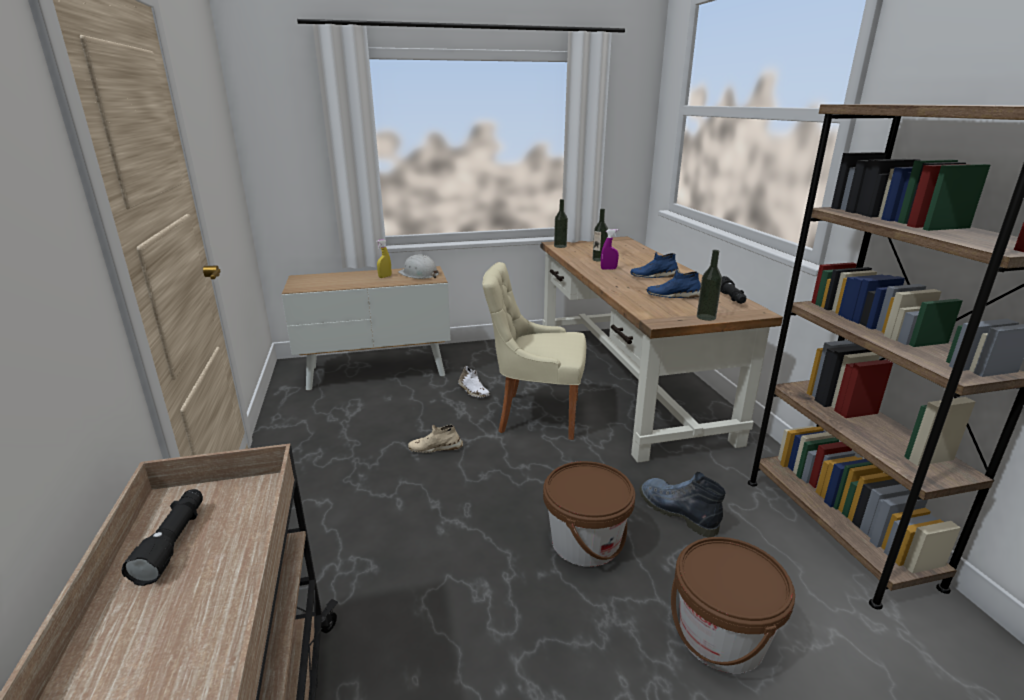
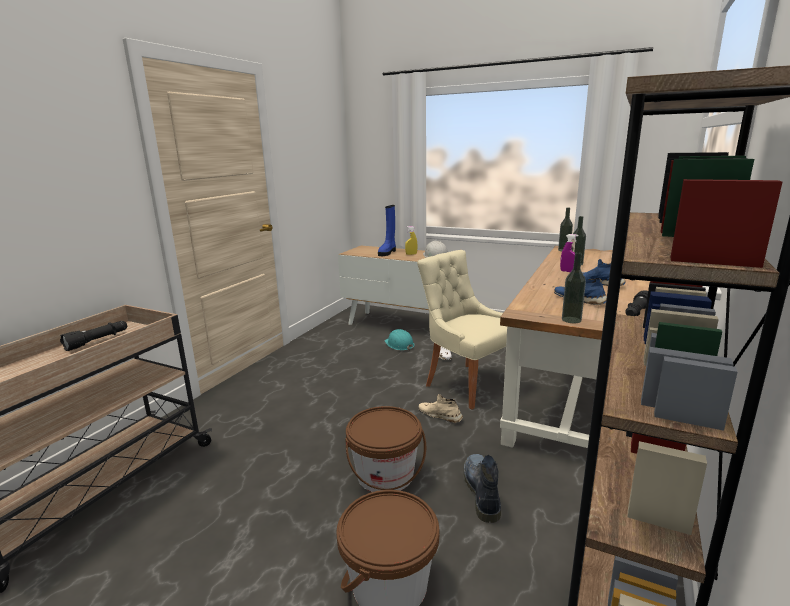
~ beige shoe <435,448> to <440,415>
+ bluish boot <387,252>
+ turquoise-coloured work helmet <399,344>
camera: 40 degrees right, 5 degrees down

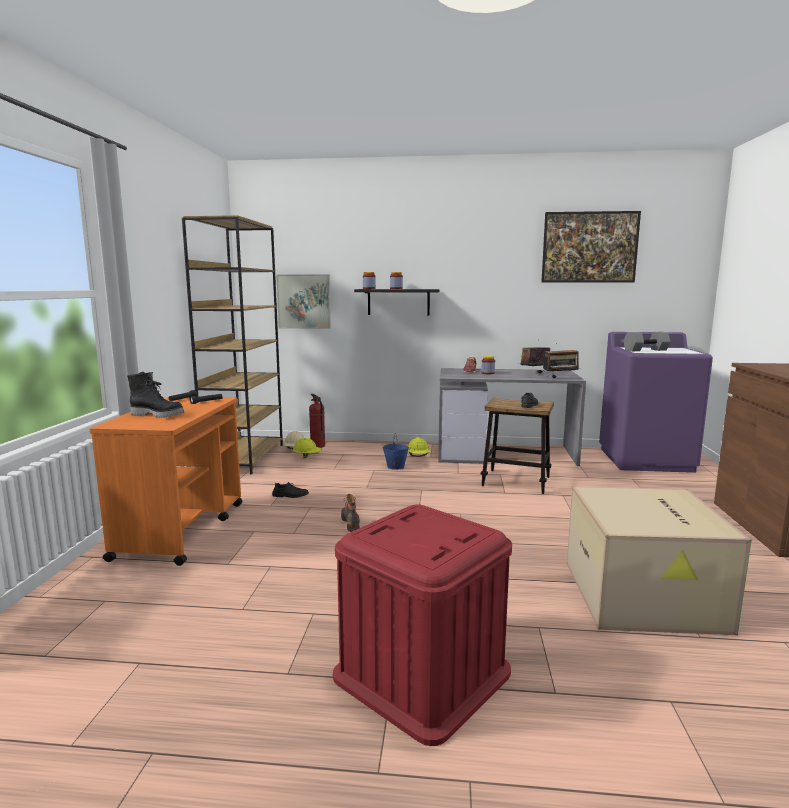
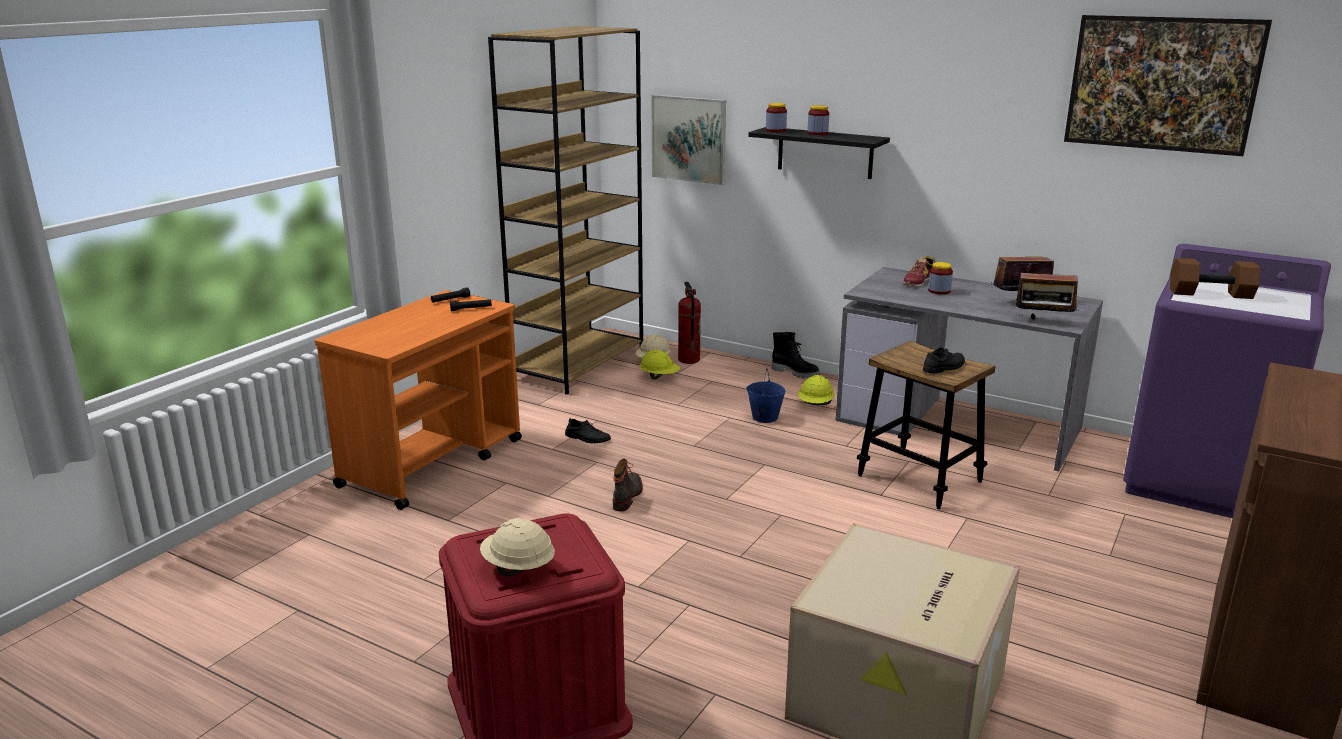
~ gray dumbbell <645,350> to brown-coloured dumbbell <1211,293>
~ black-coloured boot <158,415> to <795,373>
+ beige work helmet <518,568>
camera: 25 degrees right, 10 degrees up

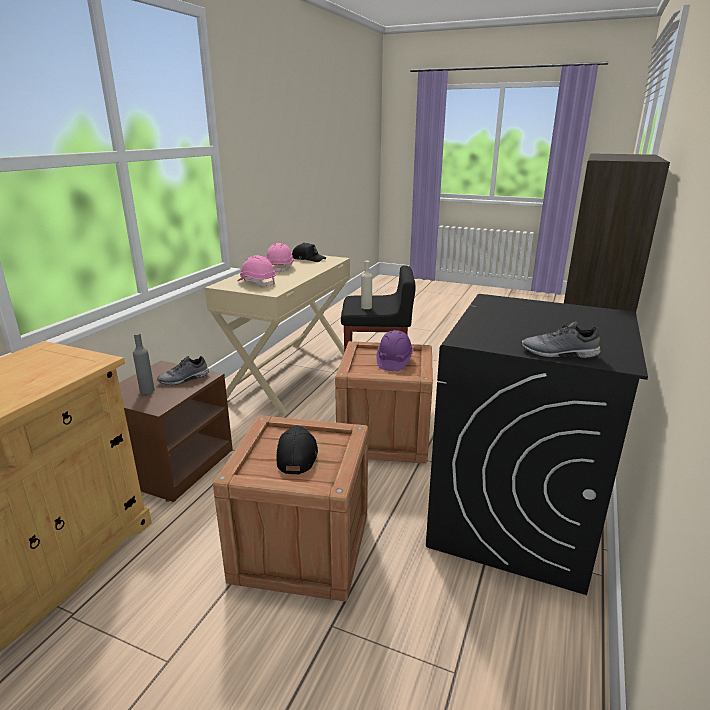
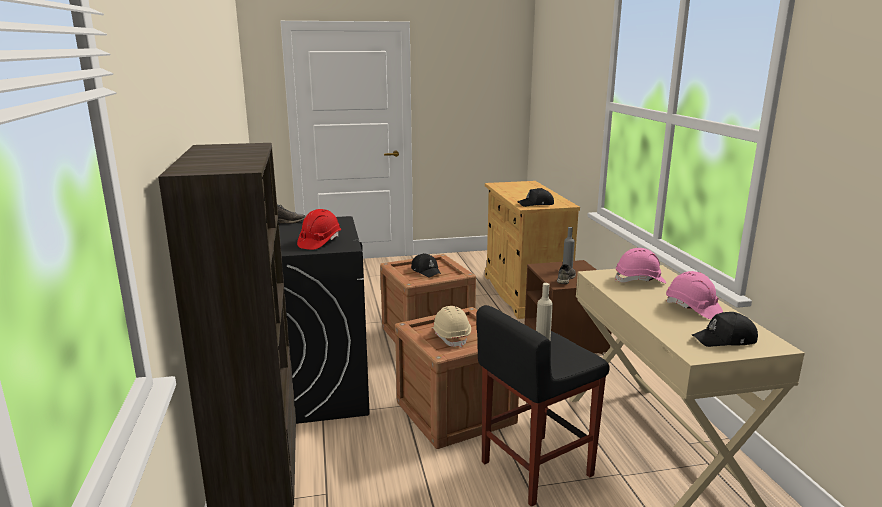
~ purplish work helmet <394,361> to beige work helmet <450,337>
+ black-coloured baseball cap <536,204>
+ red-coloured work helmet <319,242>
camera: 145 degrees right, 5 degrees down

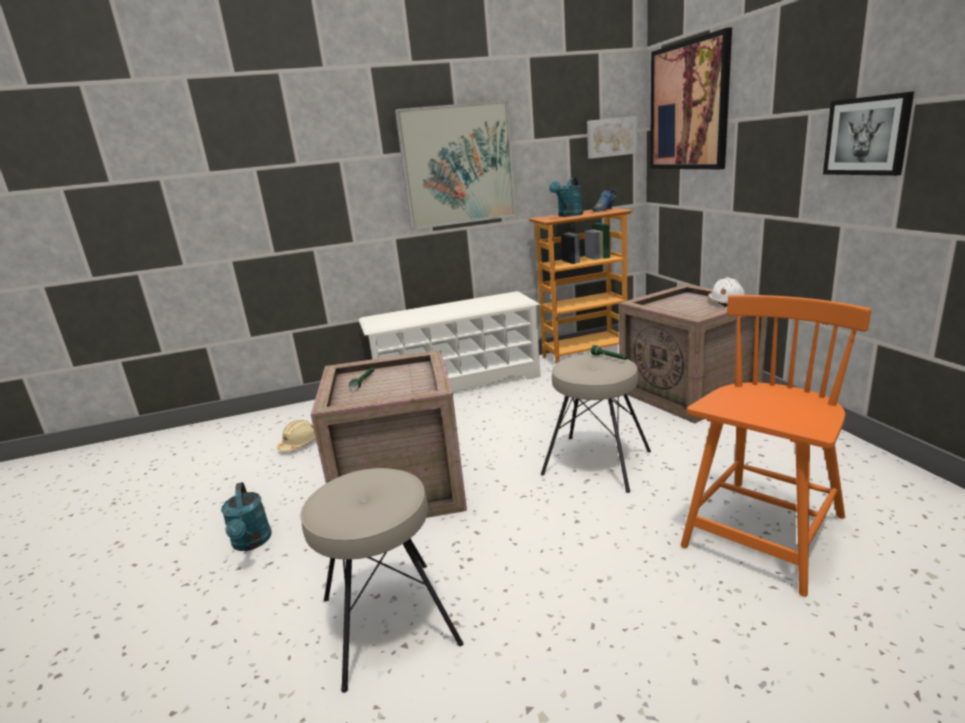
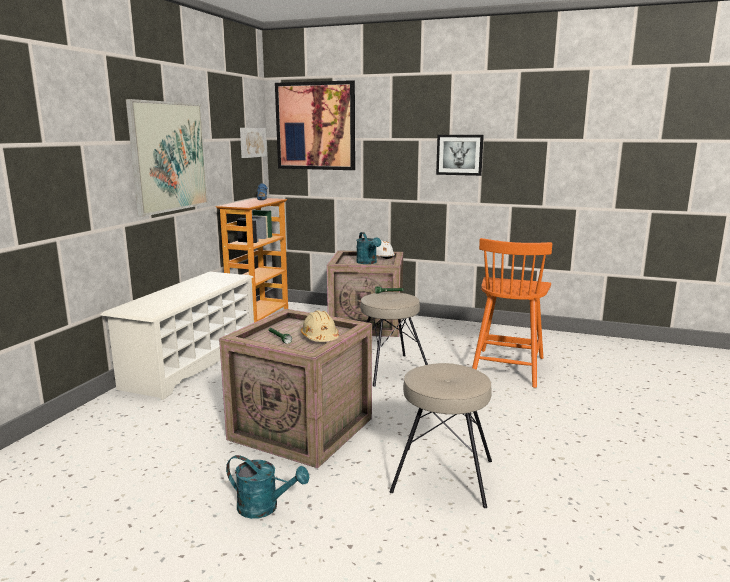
~ turquoise-coloured watering pot <568,215> to <368,262>
~ orange-coloured plain chair <764,534> = <507,367> 150 degrees counterclockwise
~ beige work helmet <299,444> to <320,337>
camera: 55 degrees left, 5 degrees down

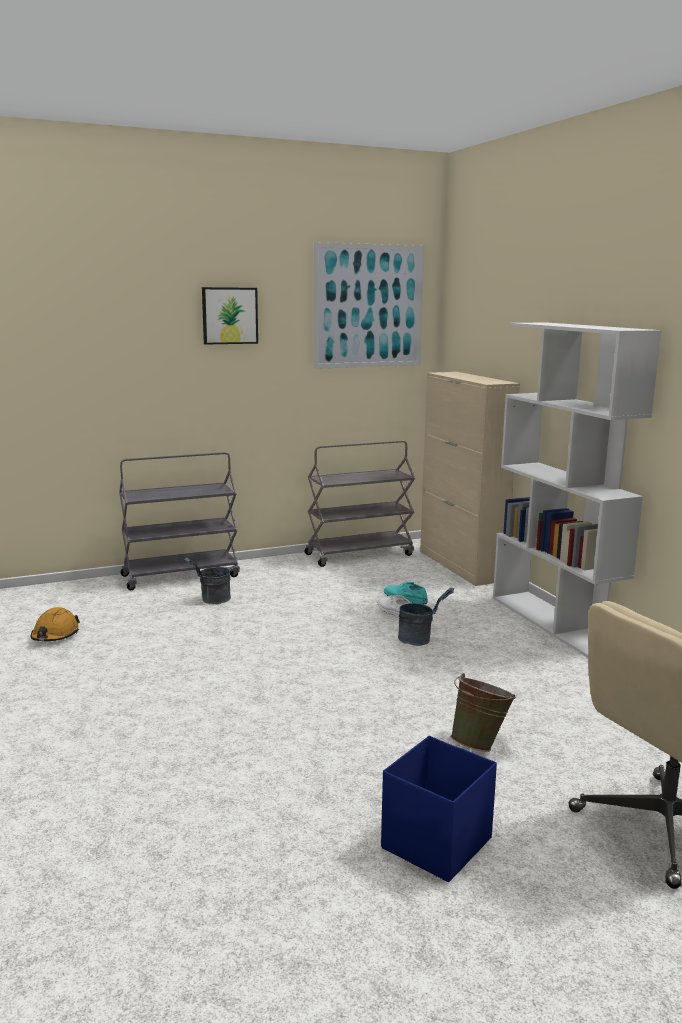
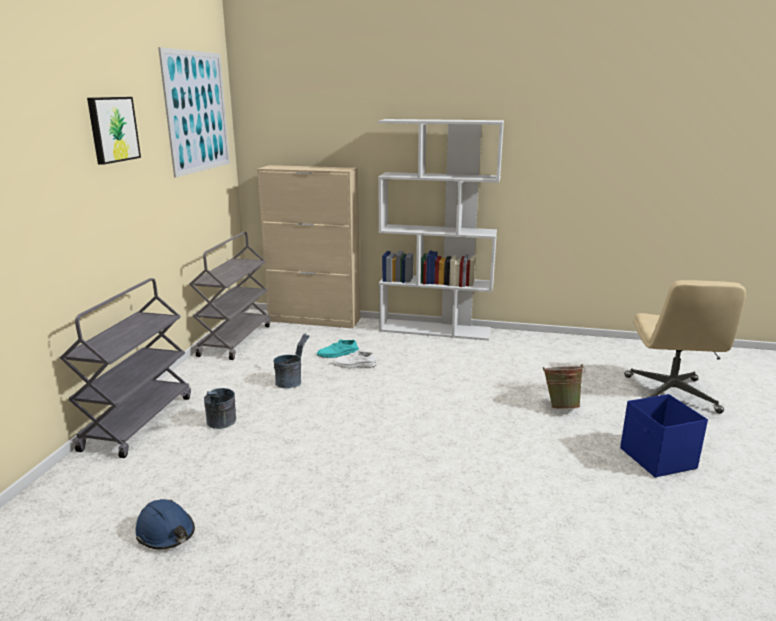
~ gray pail <420,639> to <292,381>
~ orange-coloured work helmet <55,635> to bluish work helmet <166,533>
camera: 55 degrees left, 5 degrees up

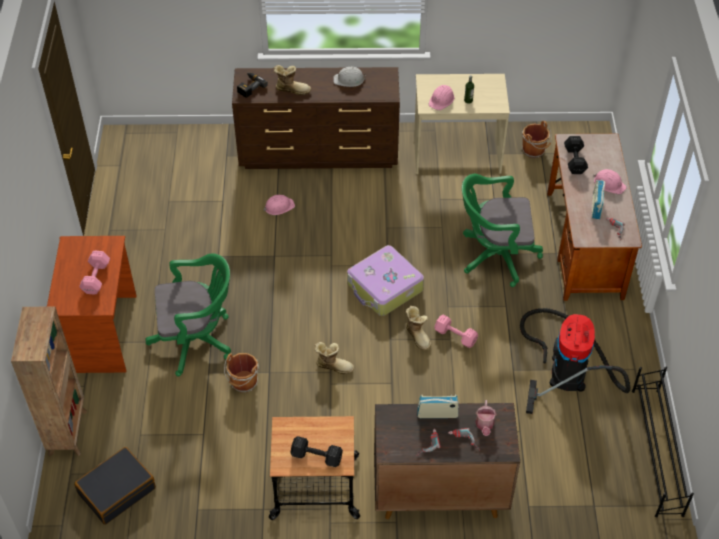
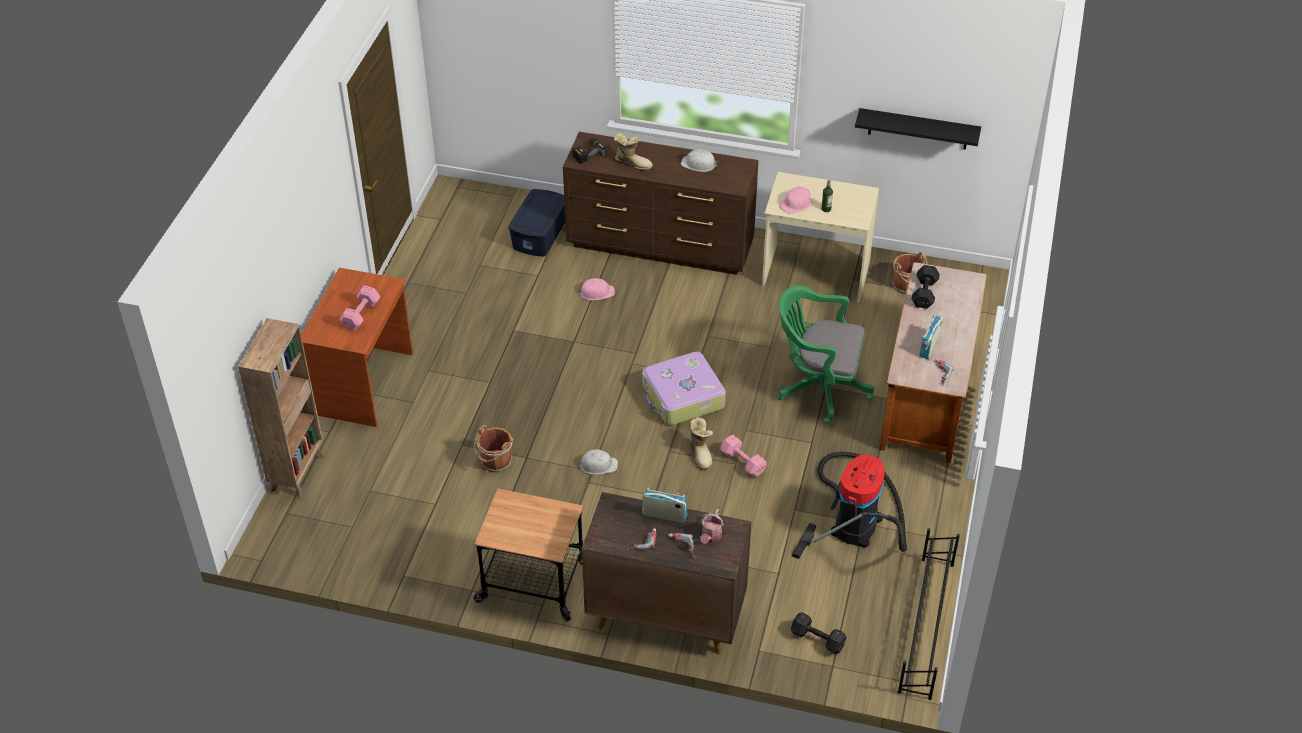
- pink work helmet <609,184>
- green desk chair <197,340>
~ boot <334,365> to white work helmet <598,465>
~ black-coloured dumbbell <317,457> to <818,640>
- black-coloured suitcase <116,490>
+ black-coloured bracket shelf <918,129>
+ bluish storage bin <540,234>
camera: 15 degrees right, 5 degrees down

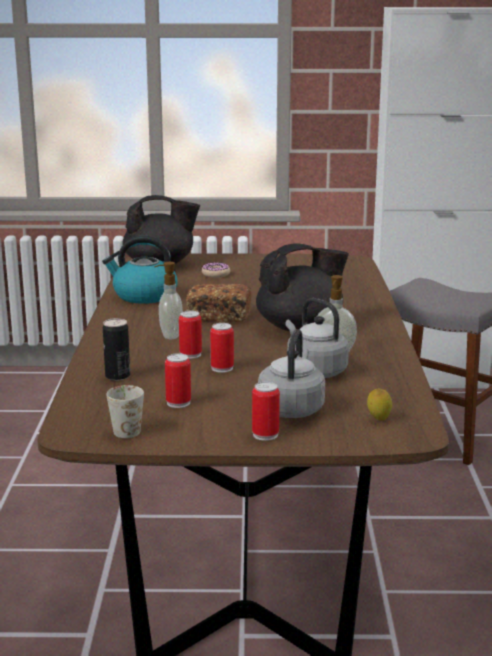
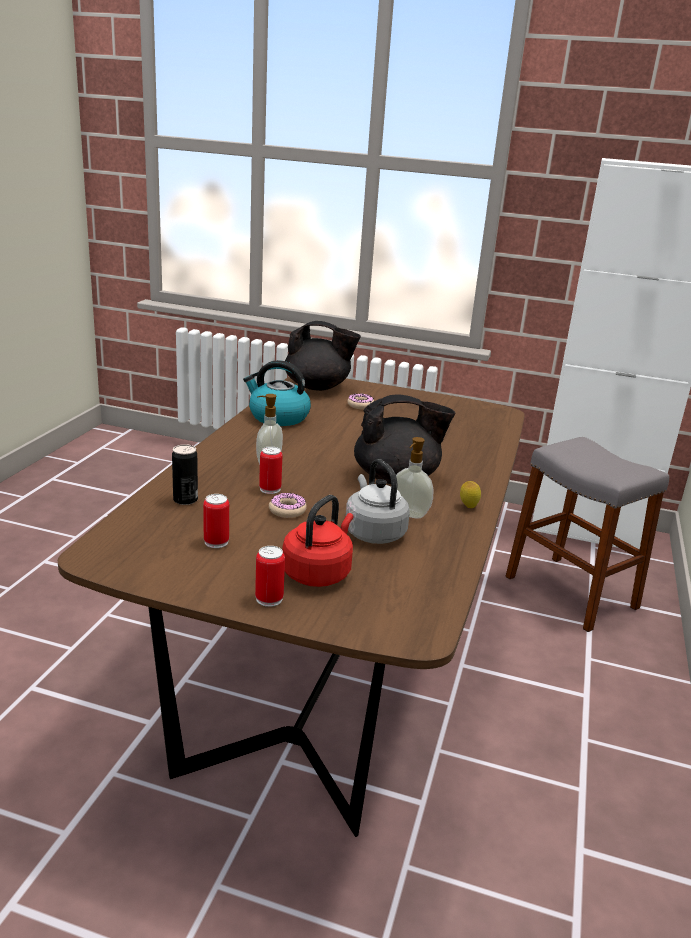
- bakery bread <218,316>
~ sealed can <222,368> to donut <287,510>
~ gray tea kettle <292,408> to red-coloured tea kettle <318,572>
- white tea mug <125,428>
~ citrus fruit <378,419> to <468,507>
camera: 15 degrees right, 5 degrees up

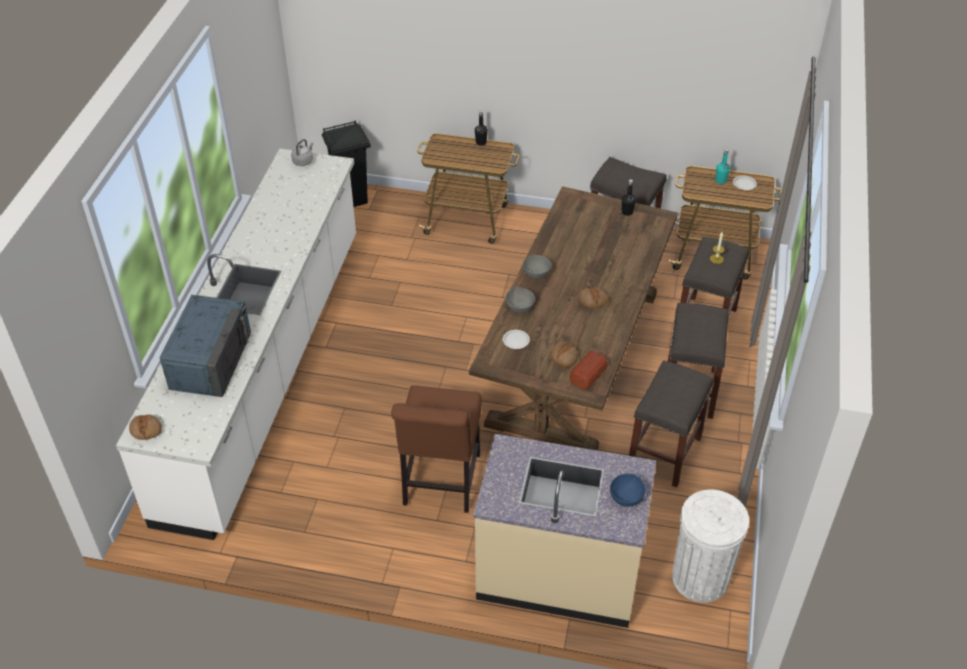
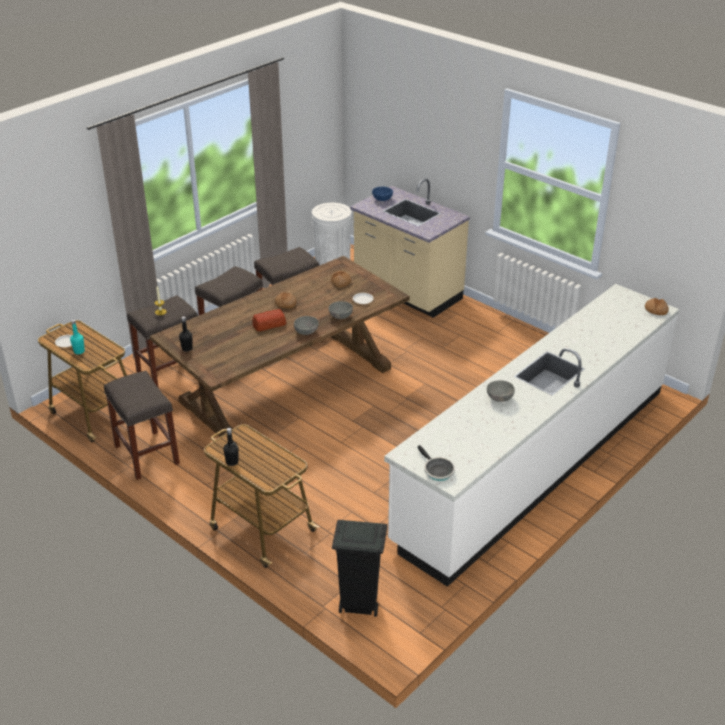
~ gray tea kettle <303,161> to skillet <437,470>
- bluish microwave <210,359>
~ bakery bread <589,374> to <269,324>
- brown-coloured plain chair <440,483>
+ gray bowl <499,398>
camera: 150 degrees left, 10 degrees down

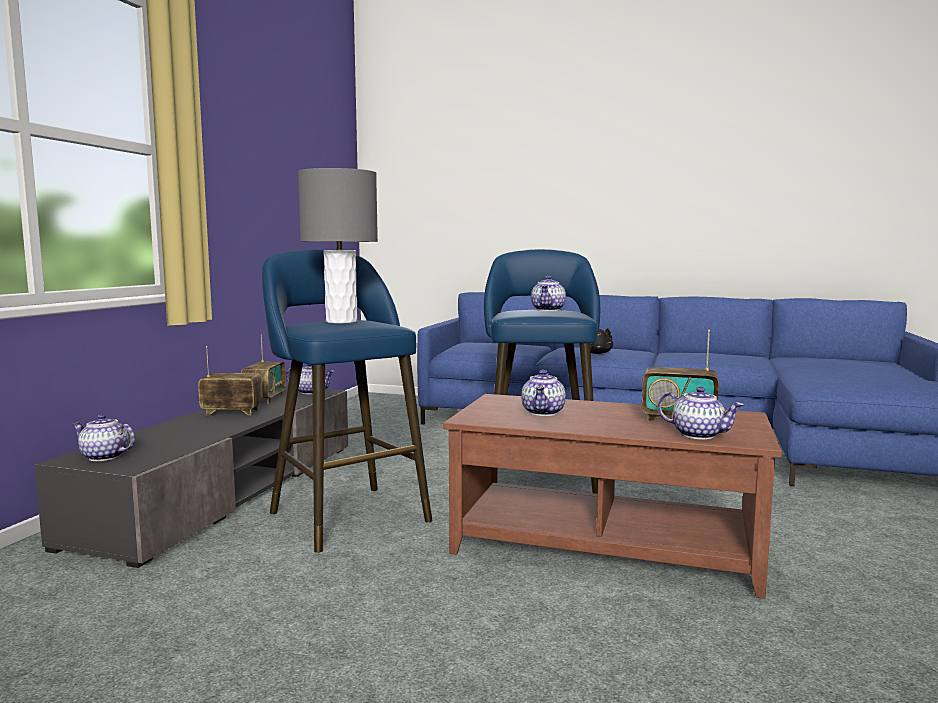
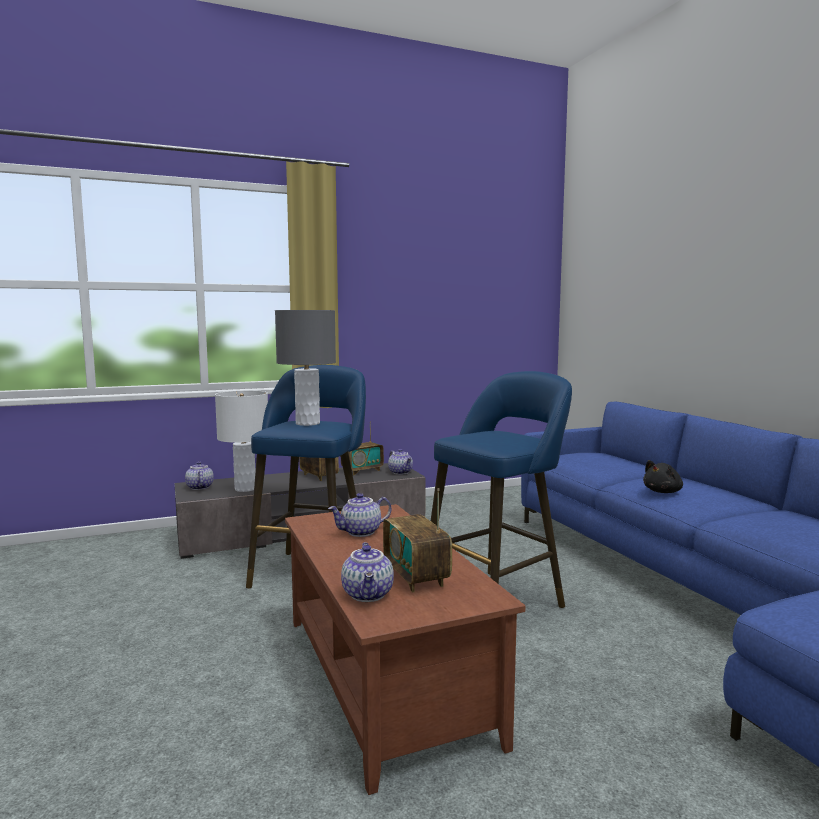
- pot for tea <549,310>
+ white tabletop lamp <245,489>
camera: 50 degrees right, 0 degrees up

